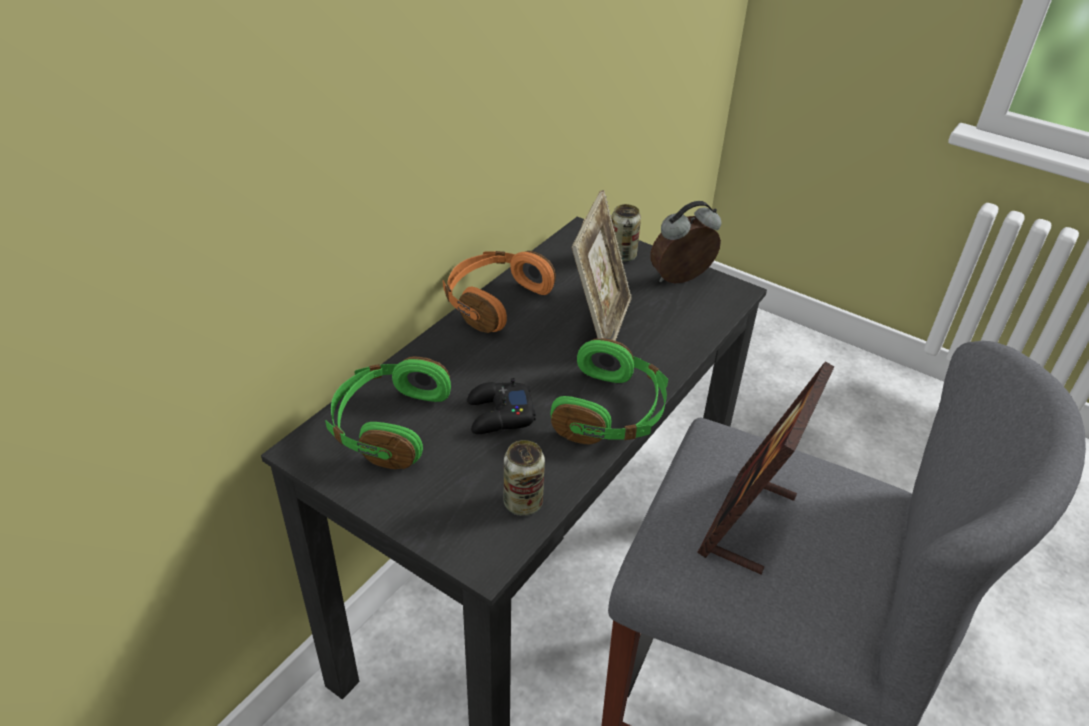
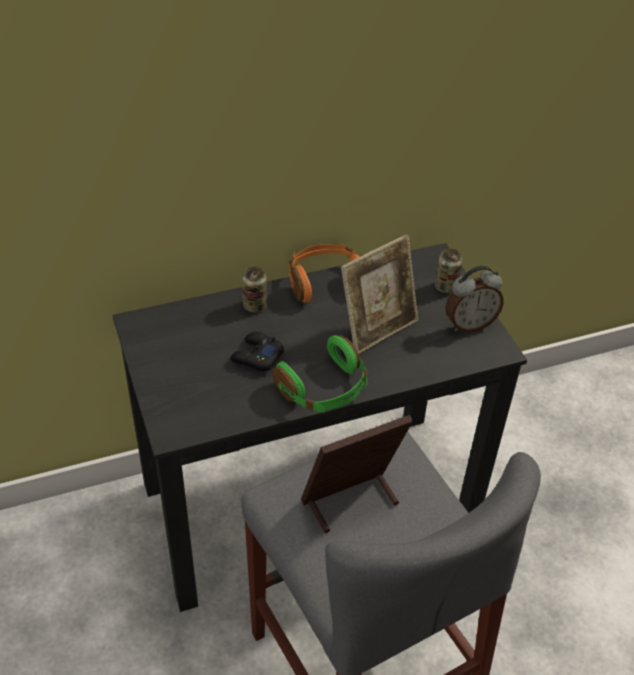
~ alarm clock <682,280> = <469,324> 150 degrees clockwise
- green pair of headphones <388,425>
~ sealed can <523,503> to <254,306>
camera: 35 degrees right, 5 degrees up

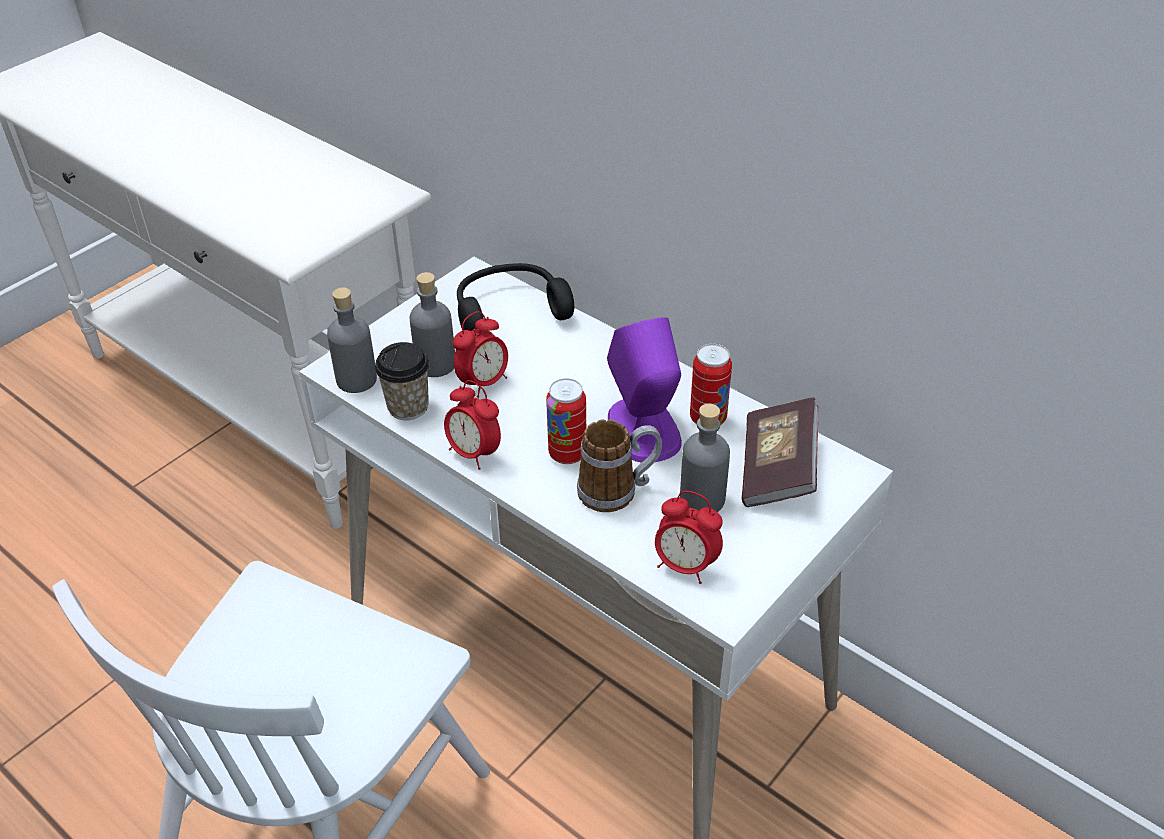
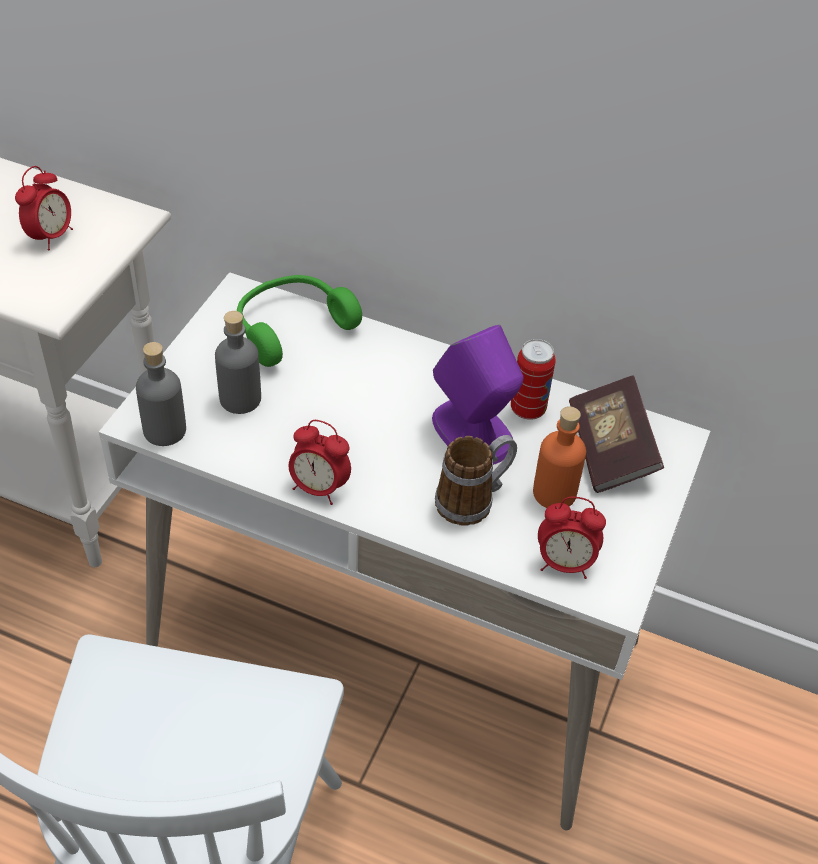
~ black-coloured pair of headphones <509,310> to green pair of headphones <291,327>
~ alarm clock <483,383> to <51,237>
- cup <408,407>
- sealed can <567,454>
~ gray drink bottle <702,499> to orange-coloured drink bottle <554,493>
camera: 20 degrees left, 5 degrees up

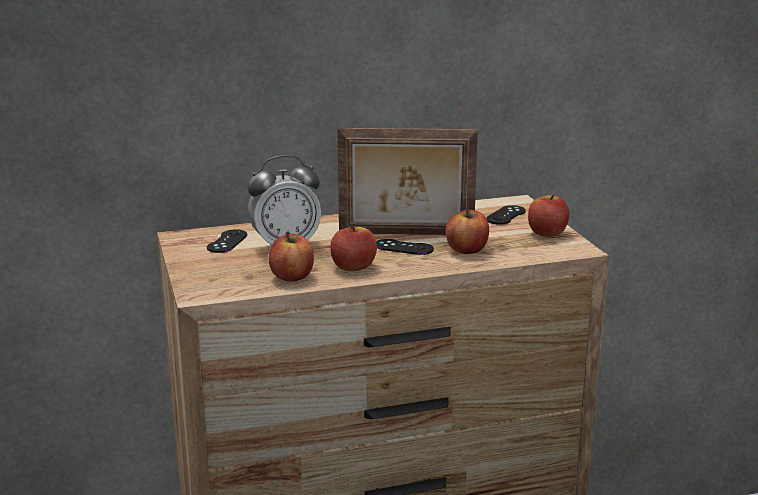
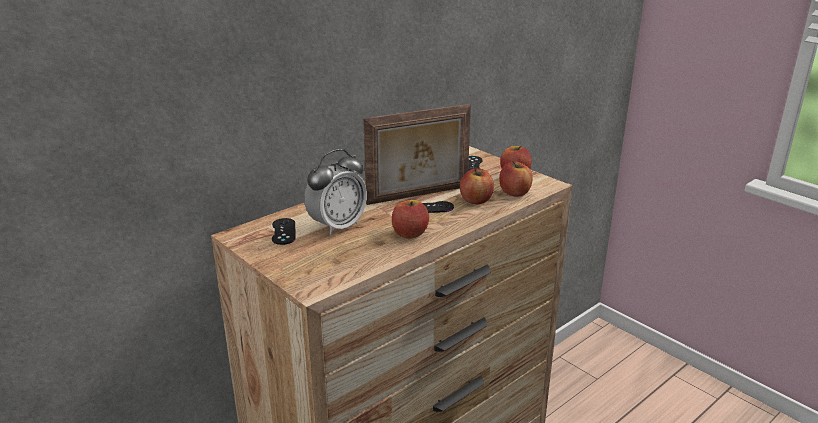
~ whole apple <292,277> to <515,193>
camera: 25 degrees left, 5 degrees up

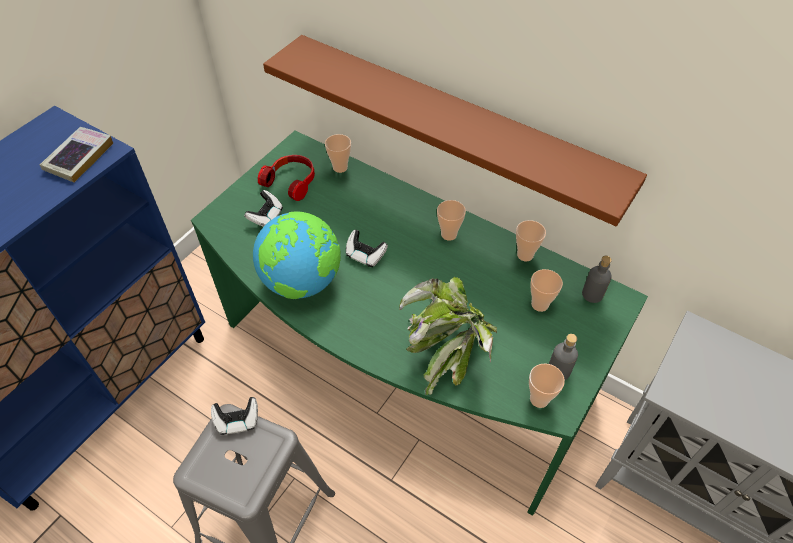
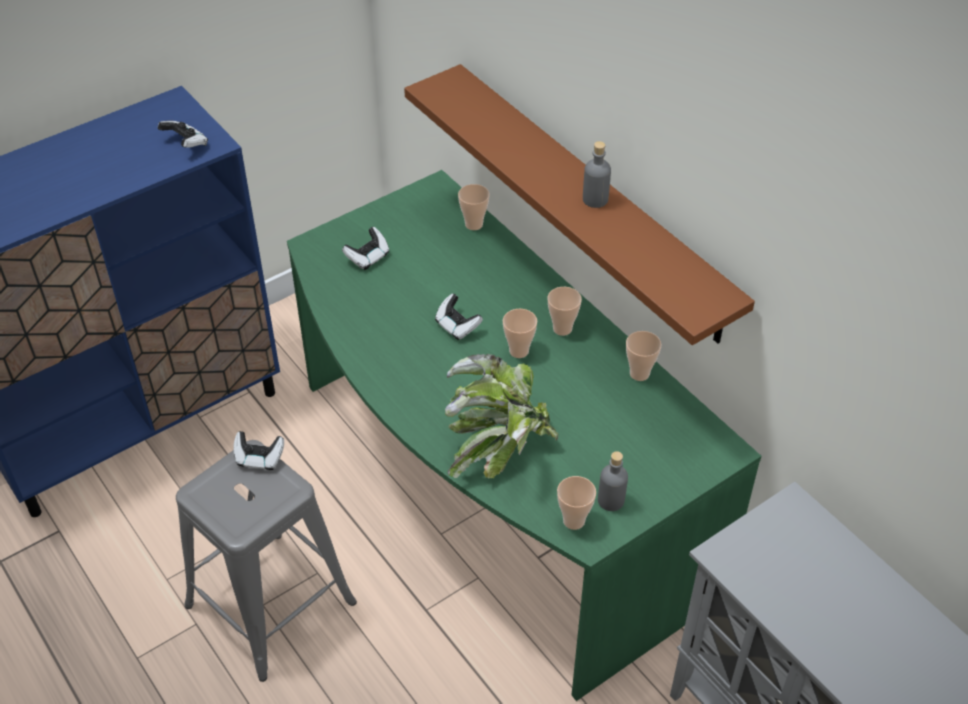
~ volume <79,157> to gamepad <186,144>
- pair of headphones <292,182>
- globe <302,281>
~ gray drink bottle <592,294> to <595,199>
~ cup <539,304> to <519,351>
camera: 20 degrees right, 5 degrees down

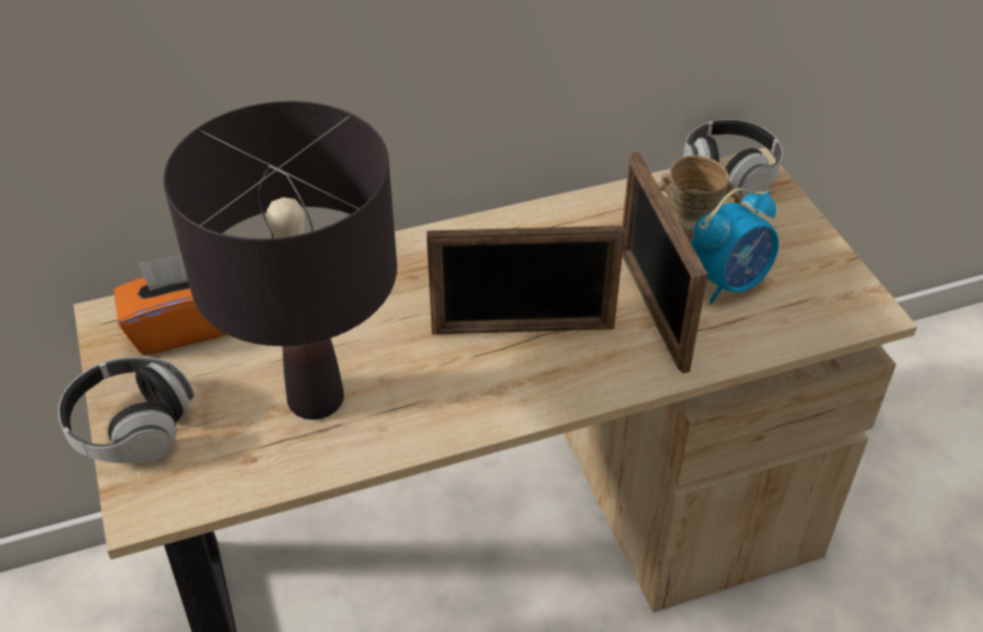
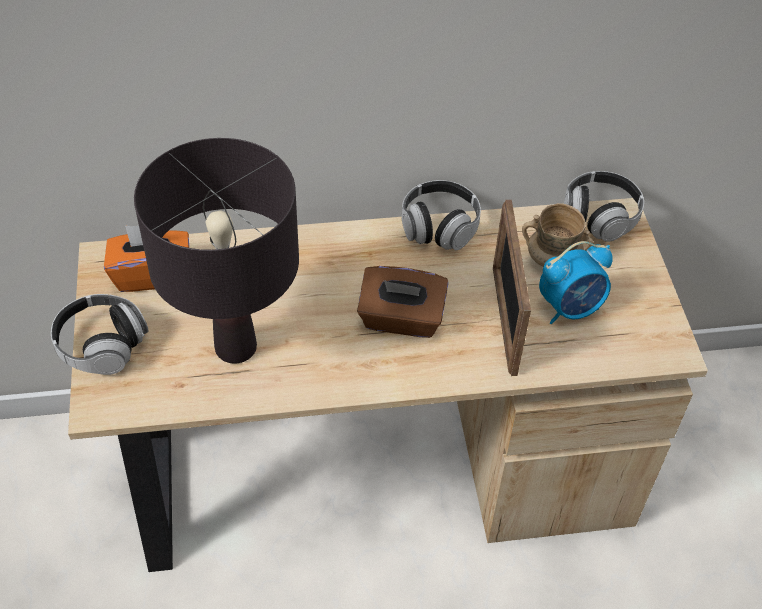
~ standing frame <523,330> to brown-coloured tissue box <401,320>
+ pair of headphones <439,227>
camera: 10 degrees right, 5 degrees up

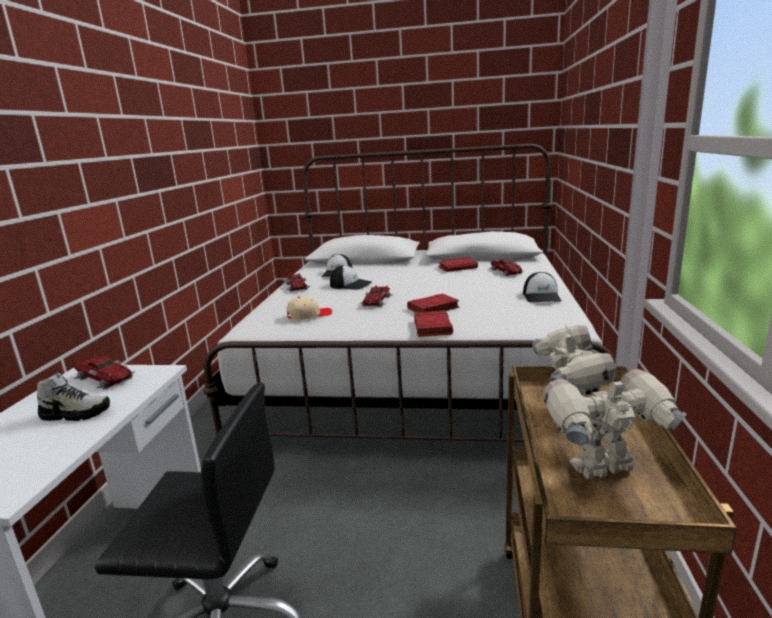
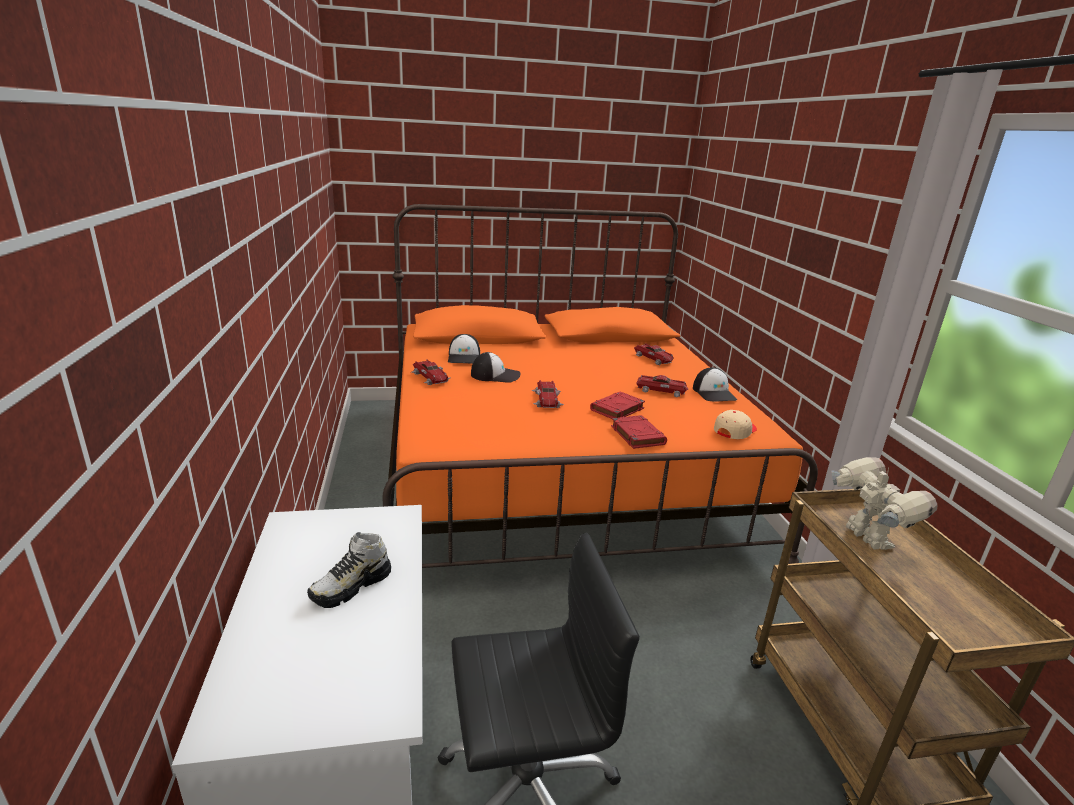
~ white bed <418,371> to orange-coloured bed <558,468>
- red-coloured volume <458,267>
~ beige baseball cap <309,315> to <734,431>
~ model car <106,378> to <661,390>
- model robot <604,471>
~ shoe <76,414> = <351,586> 150 degrees clockwise
camera: 20 degrees left, 5 degrees up

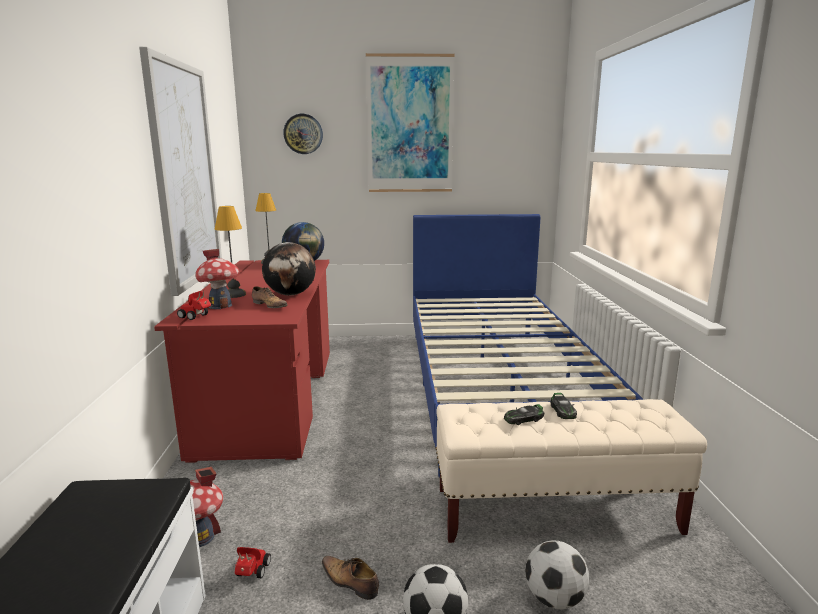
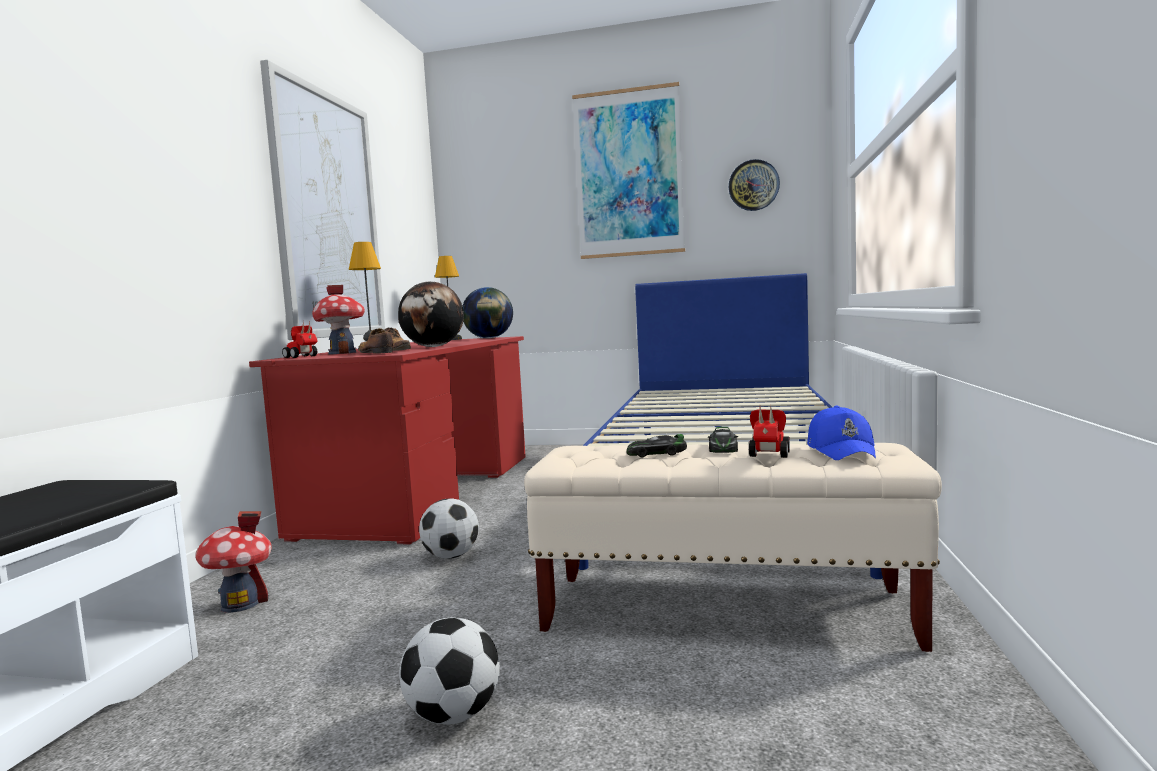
~ hanging clock <303,134> to <753,185>
~ football ball <554,599> to <451,556>
~ model car <251,573> to <769,456>
~ shoe <350,582> to <375,353>
+ bluish baseball cap <842,450>
camera: 15 degrees right, 10 degrees down

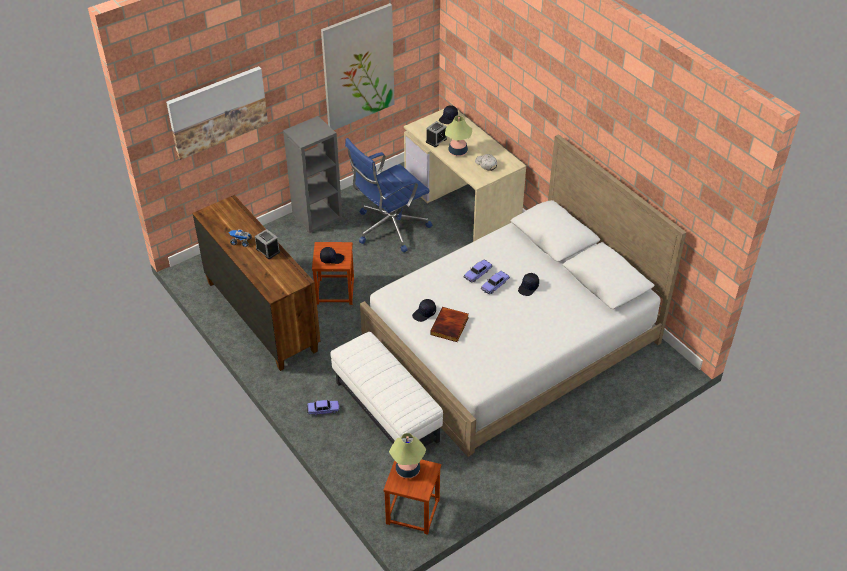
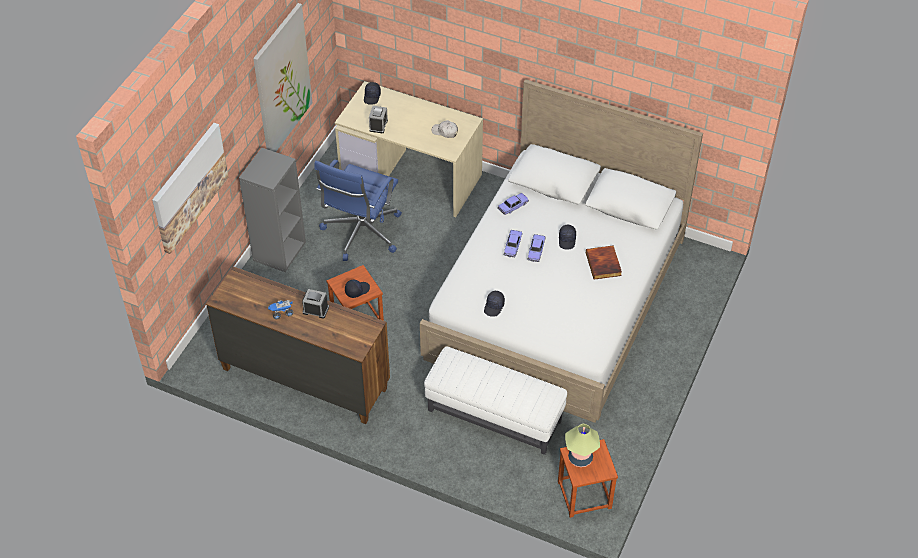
- tabletop lamp <457,151>
~ volume <450,326> to <604,264>
~ model car <323,410> to <513,206>
camera: 30 degrees left, 5 degrees up

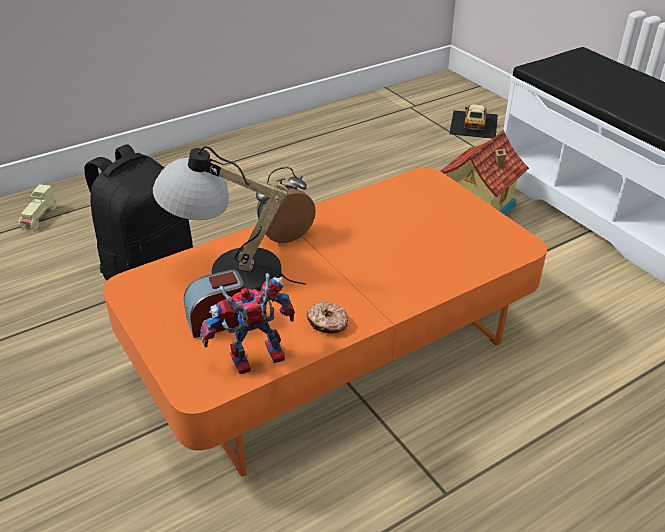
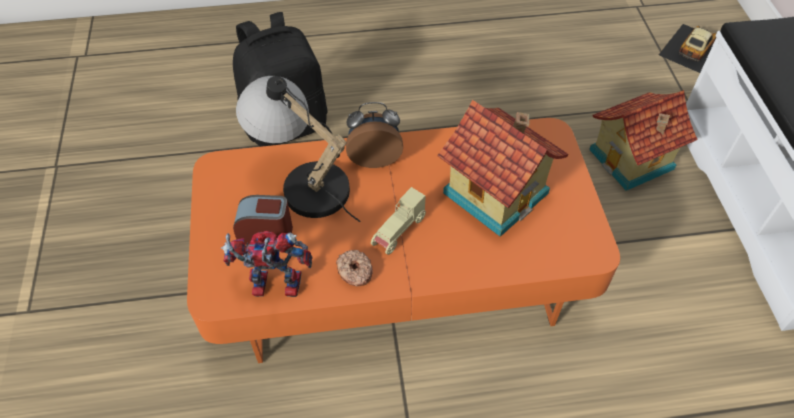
~ beige model car <39,218> to <399,232>
+ model house <497,191>
camera: 25 degrees right, 15 degrees up

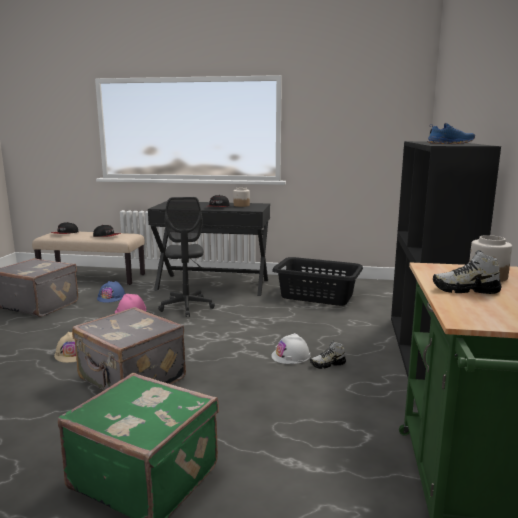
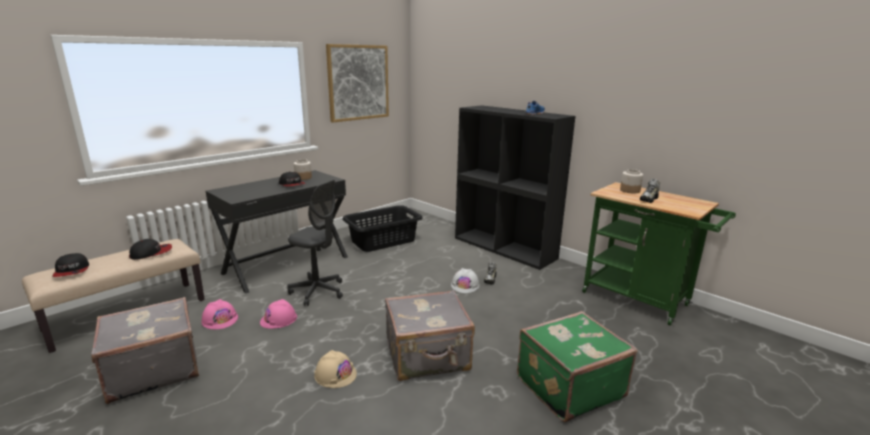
~ bluish work helmet <111,297> to pink work helmet <220,319>
+ wall picture <358,82>
camera: 55 degrees left, 5 degrees up

